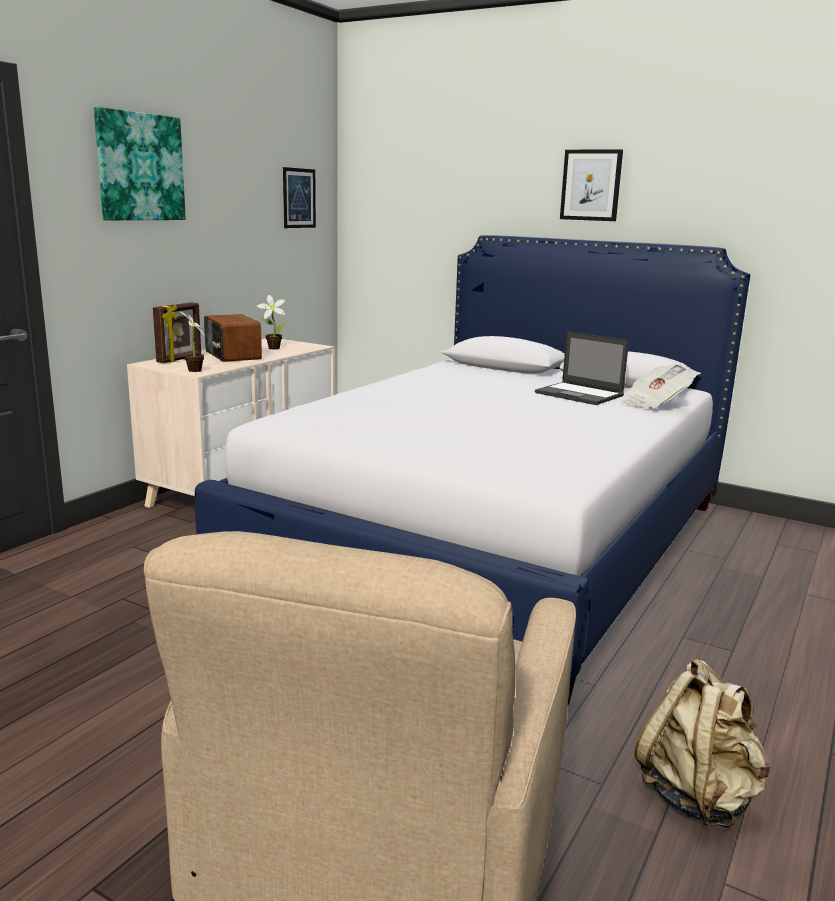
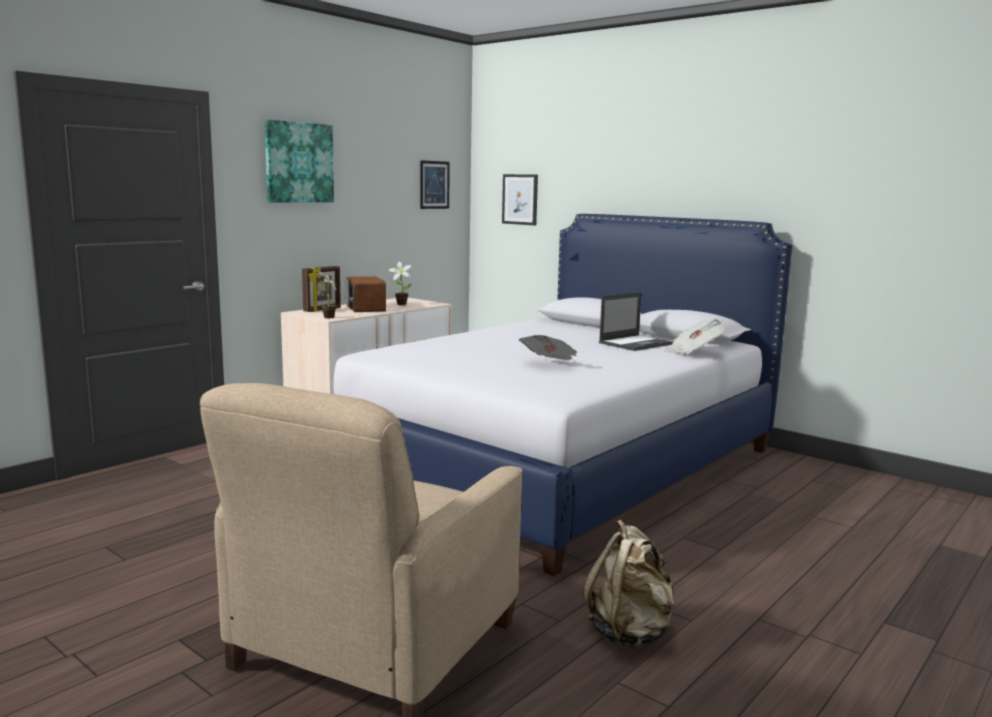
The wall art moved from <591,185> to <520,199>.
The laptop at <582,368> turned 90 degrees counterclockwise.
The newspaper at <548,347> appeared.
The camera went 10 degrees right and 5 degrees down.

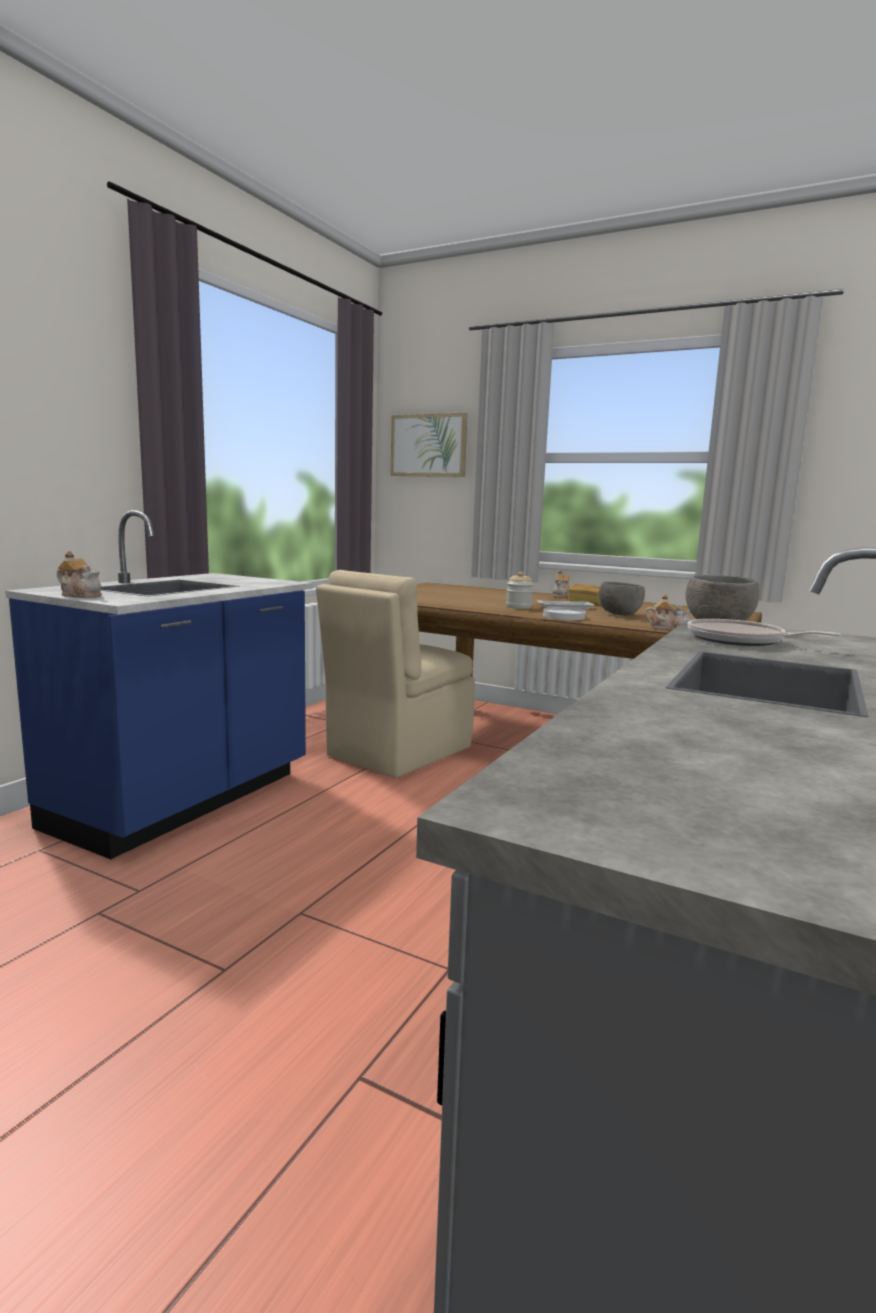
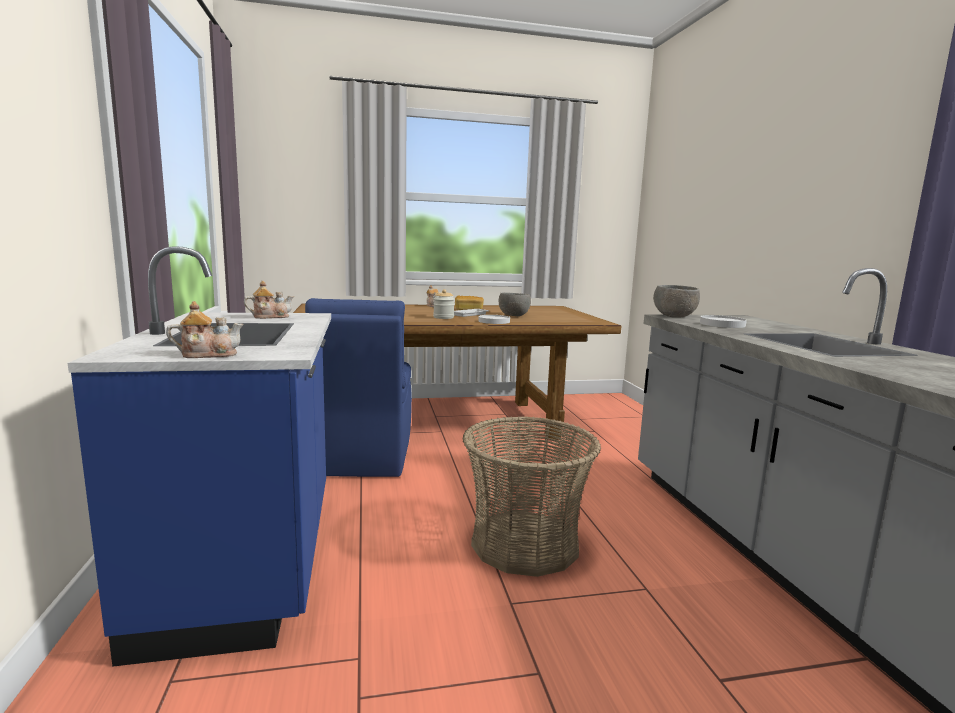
The wall art at <429,445> disappeared.
The beige plain chair at <395,674> became the bluish plain chair at <358,387>.
The pot for tea moved from <668,612> to <269,300>.
The pan at <764,632> was replaced by the whitish plate at <723,321>.
The basket at <532,496> appeared.
The camera went 40 degrees left and 0 degrees up.

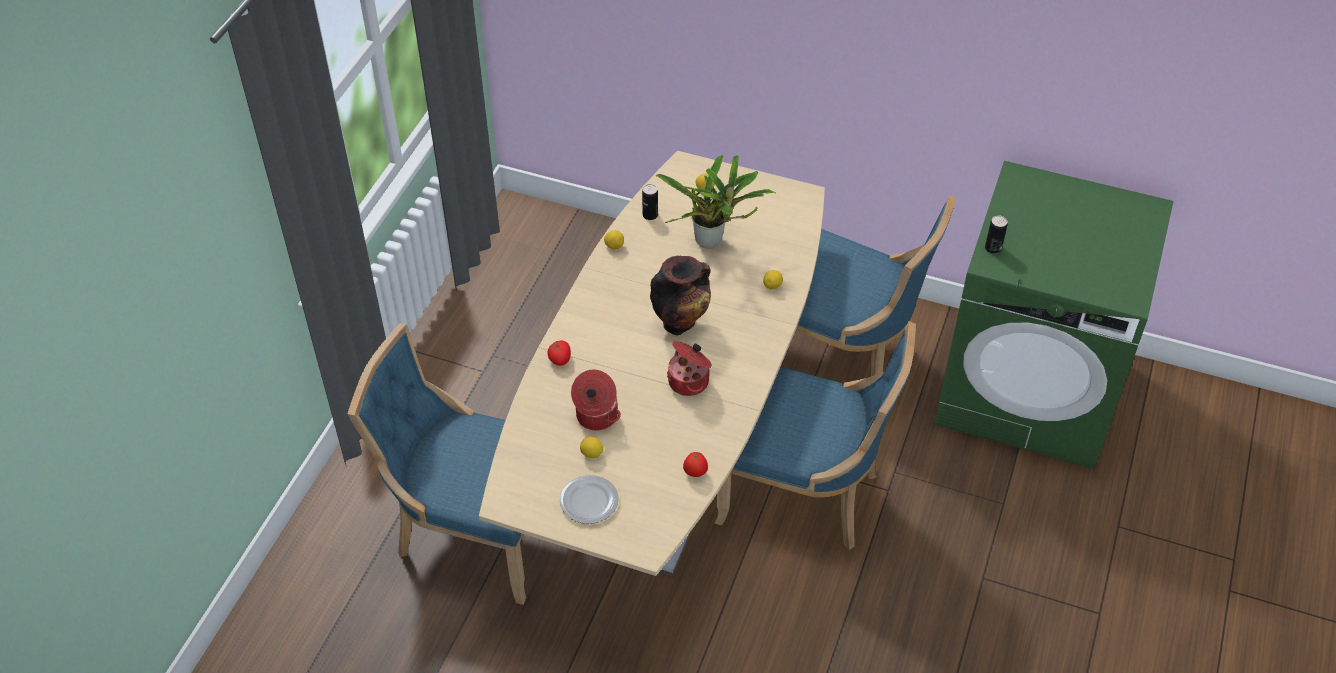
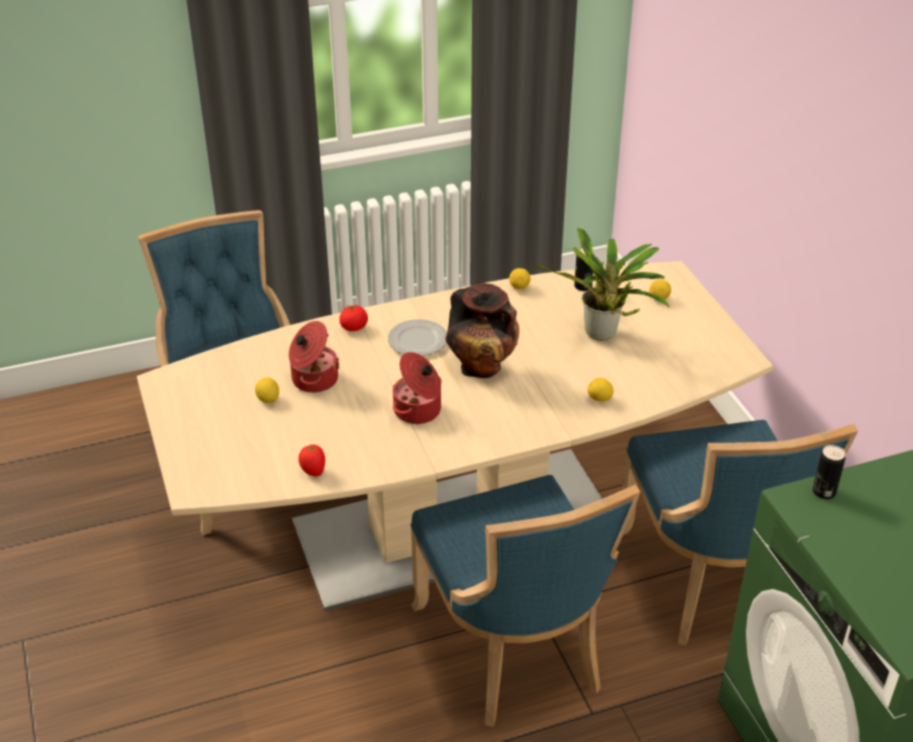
The plate moved from <589,499> to <417,337>.
The camera went 50 degrees right and 10 degrees down.

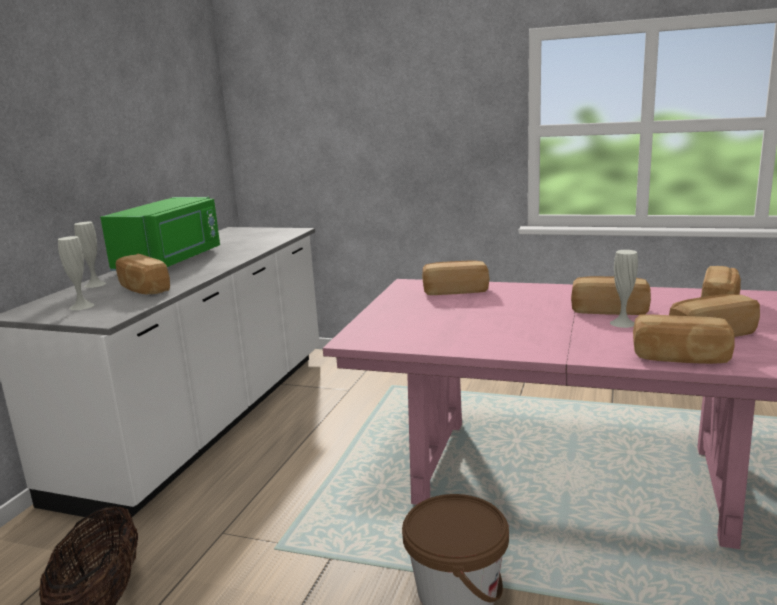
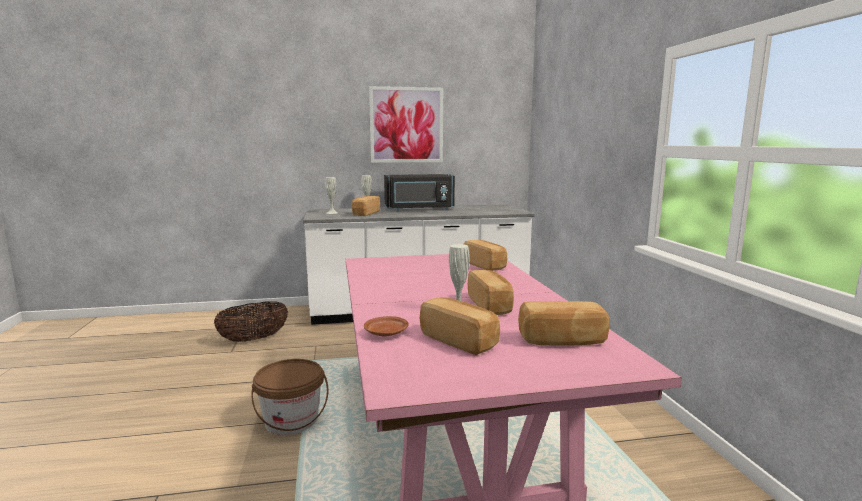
The green-coloured microwave at <160,234> became the black microwave at <419,192>.
The baked bread at <684,339> was replaced by the brown-coloured plate at <386,326>.
The wall art at <406,124> appeared.
The camera went 60 degrees right and 5 degrees down.

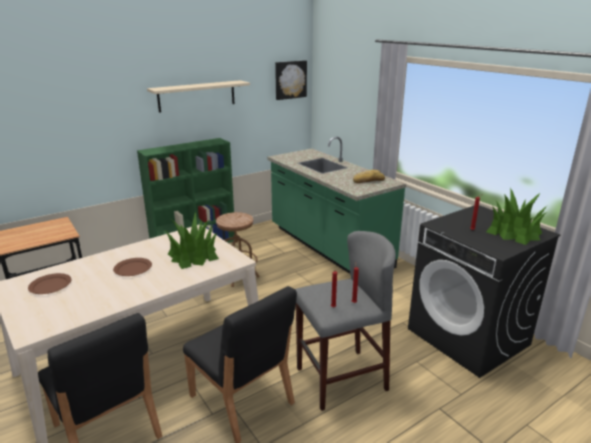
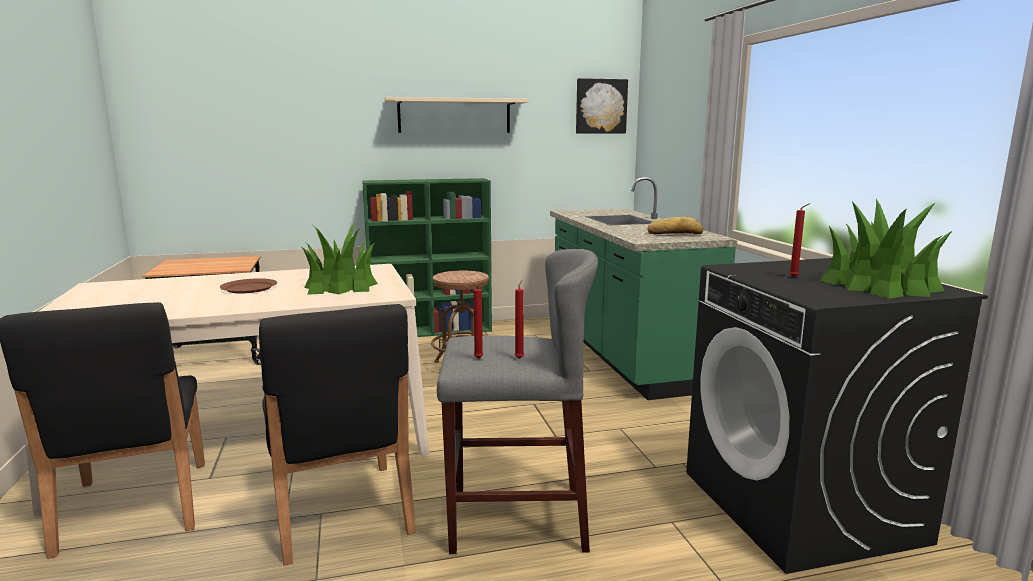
The brown-coloured plate at <49,283> disappeared.
The camera went 20 degrees right and 10 degrees down.

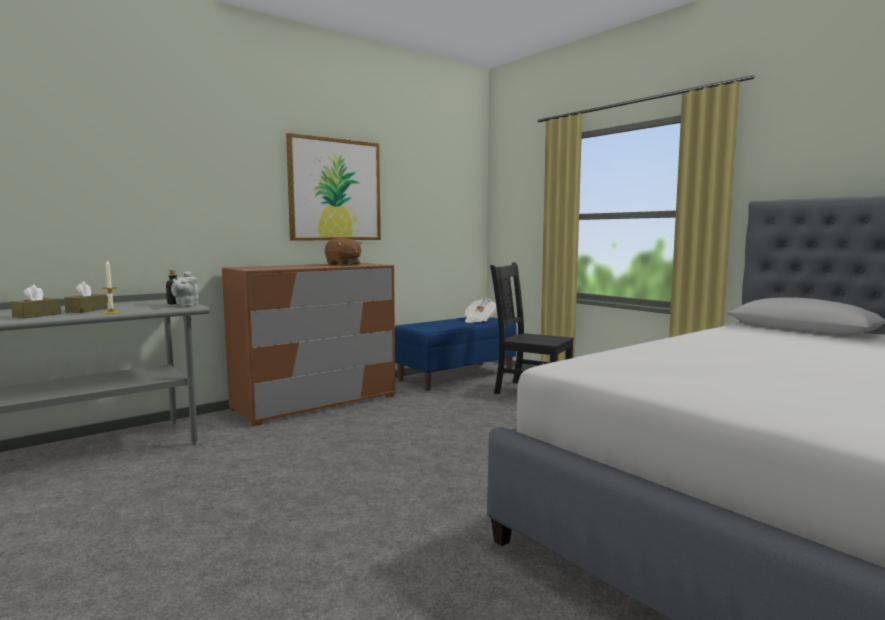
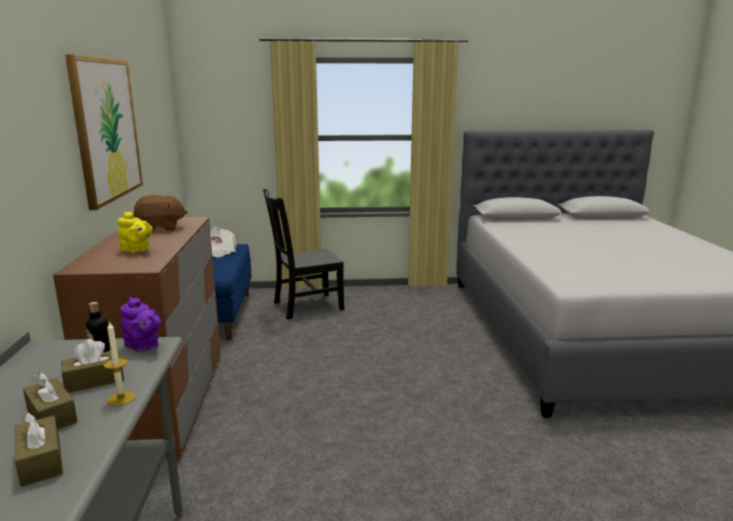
The grey pot for tea at <185,289> became the purple pot for tea at <140,324>.
The yellow pot for tea at <135,232> appeared.
The brown-coloured box of tissues at <93,366> appeared.
The camera went 55 degrees left and 10 degrees up.

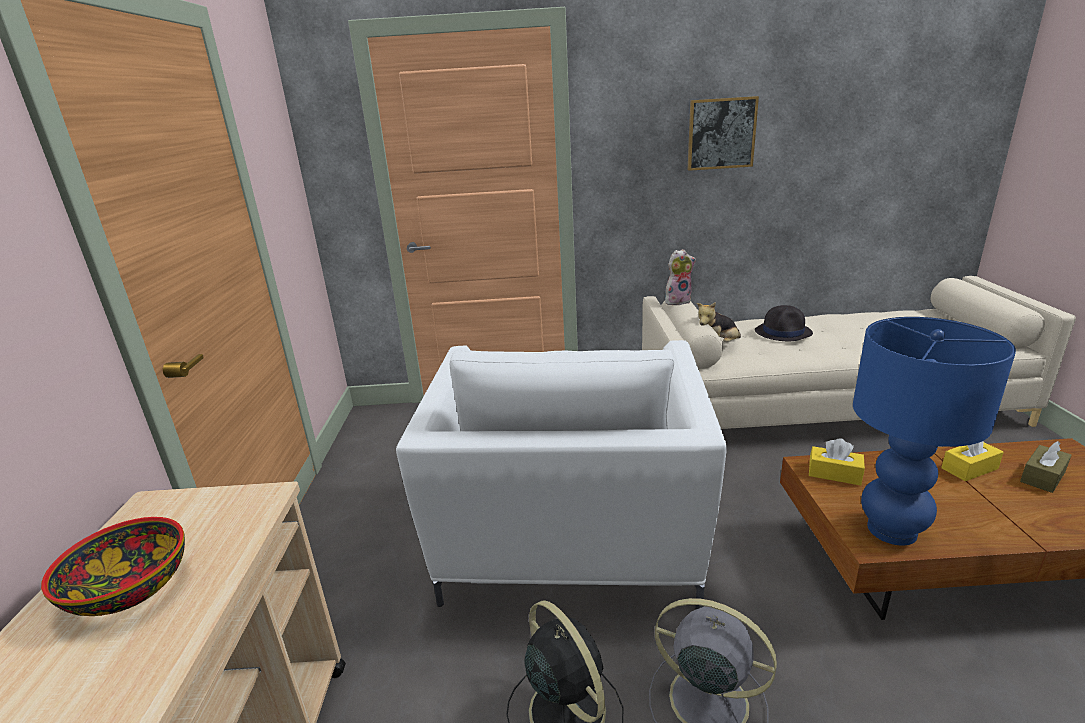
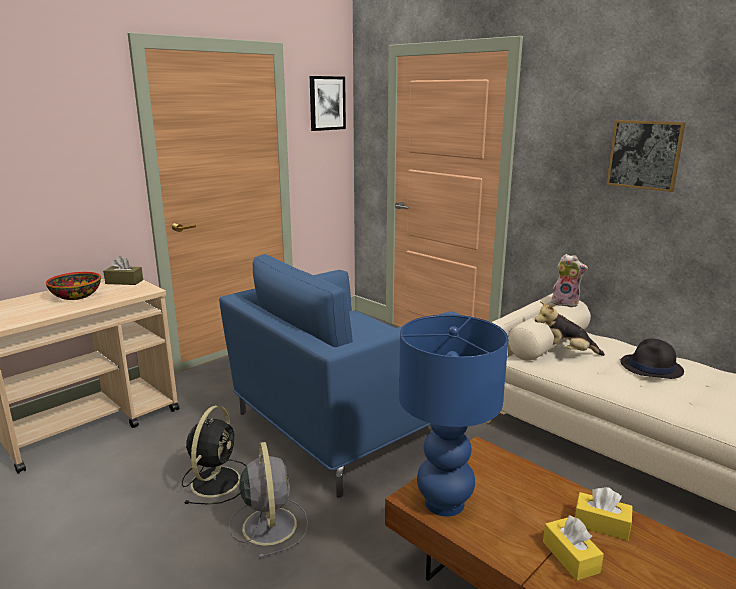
The whitish lounge chair at <561,474> became the bluish lounge chair at <339,375>.
The yellow box of tissues moved from <837,462> to <573,547>.
The brown-coloured box of tissues moved from <1046,467> to <123,270>.
The wall art at <328,103> appeared.
The camera went 45 degrees right and 5 degrees down.

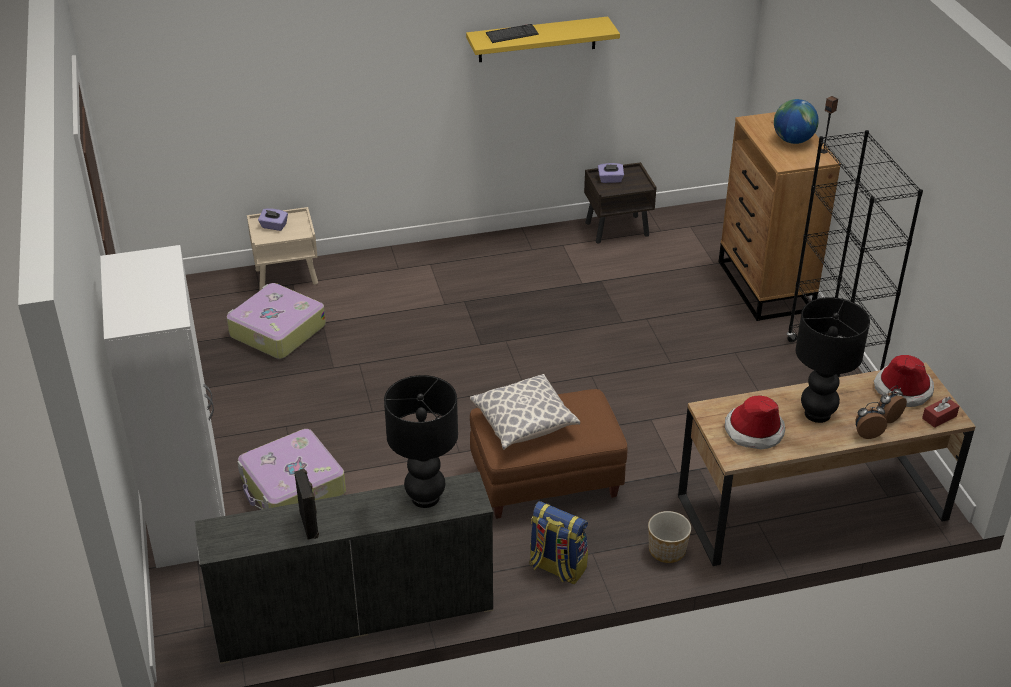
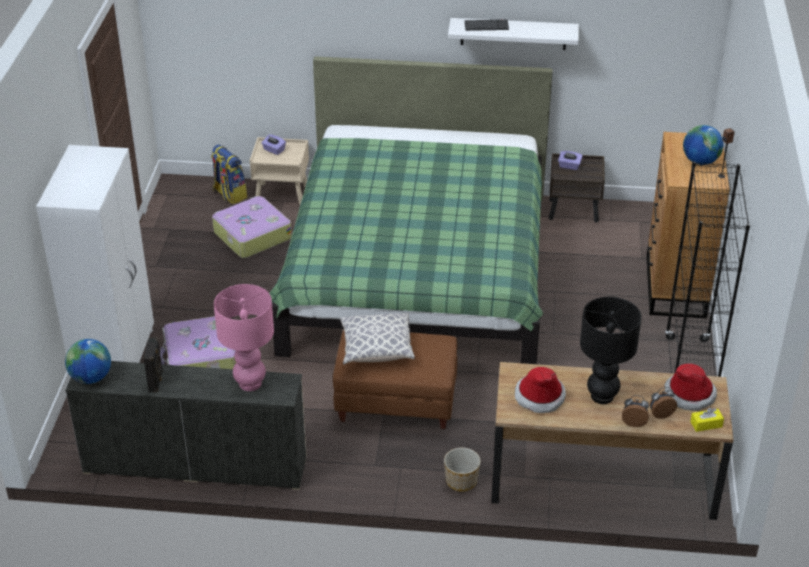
The yellow bracket shelf at <543,39> became the whitish bracket shelf at <513,34>.
The black tabletop lamp at <421,441> became the pinkish tabletop lamp at <244,337>.
The reddish box of tissues at <941,412> became the yellow box of tissues at <707,420>.
The rucksack moved from <558,542> to <229,174>.
The green-coloured sleeping bed at <411,210> appeared.
The desk globe at <88,361> appeared.
The camera went 20 degrees right and 0 degrees up.

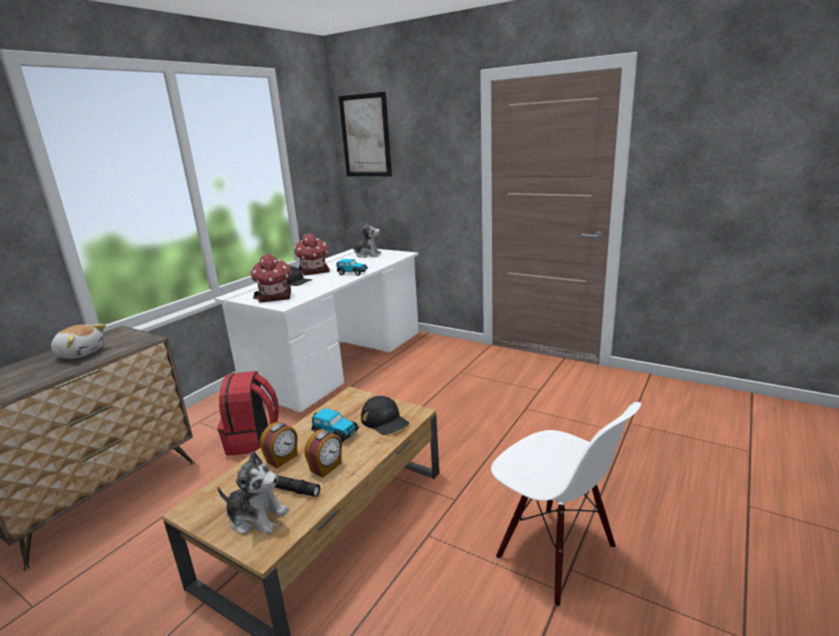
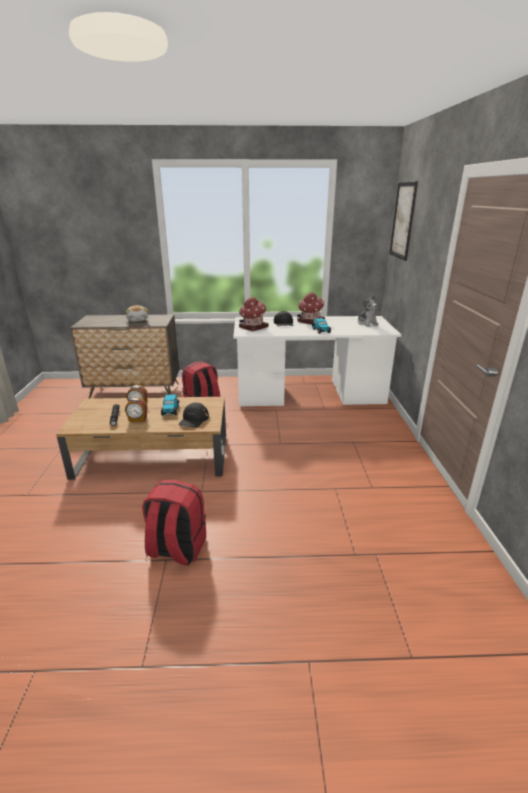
The whitish plain chair at <566,504> was replaced by the reddish rucksack at <174,523>.
The plush toy at <253,493> disappeared.
The camera went 55 degrees right and 5 degrees up.

